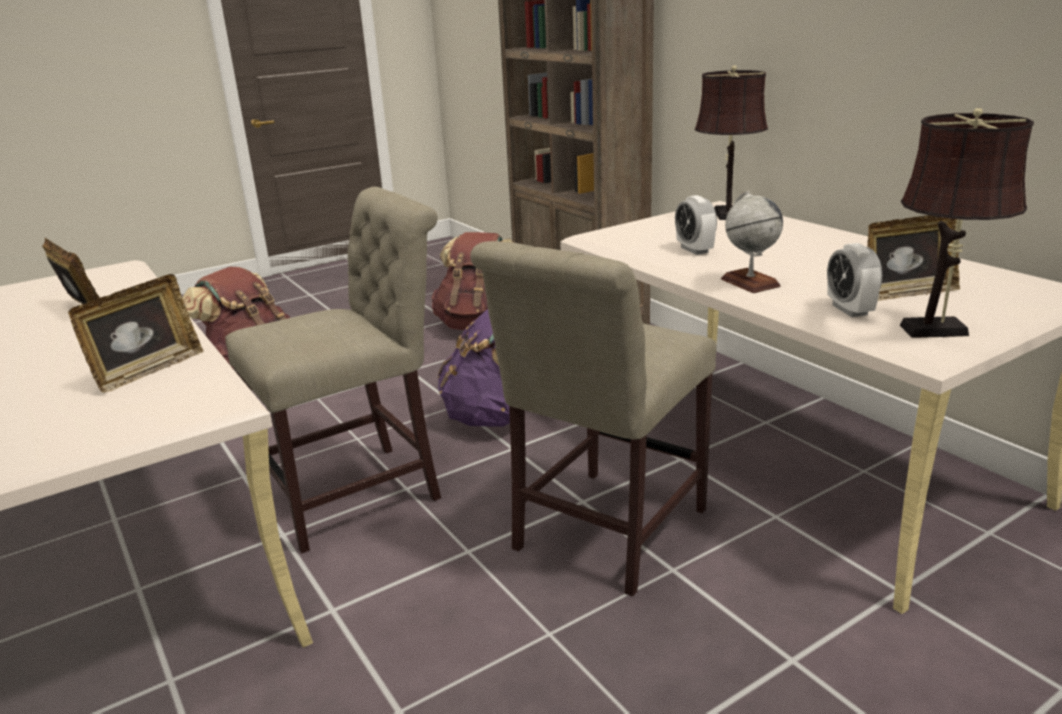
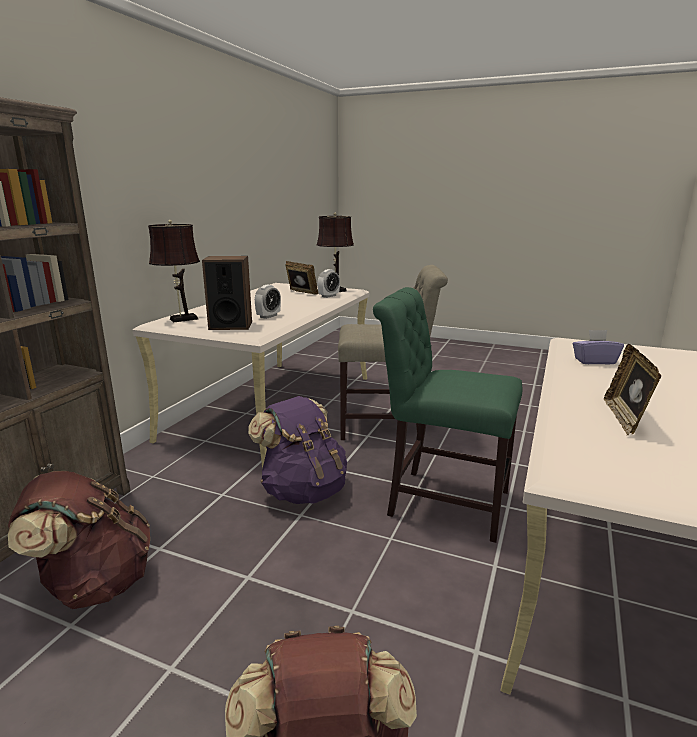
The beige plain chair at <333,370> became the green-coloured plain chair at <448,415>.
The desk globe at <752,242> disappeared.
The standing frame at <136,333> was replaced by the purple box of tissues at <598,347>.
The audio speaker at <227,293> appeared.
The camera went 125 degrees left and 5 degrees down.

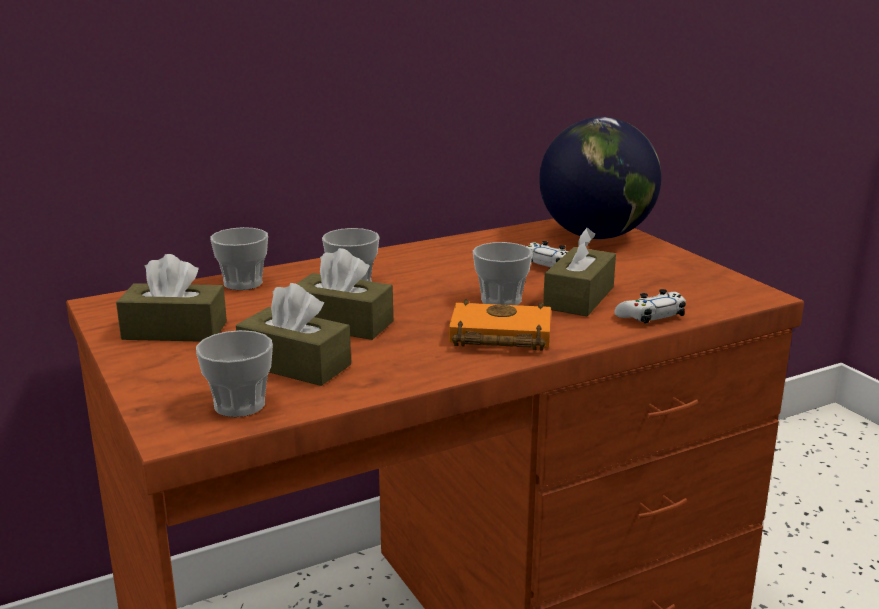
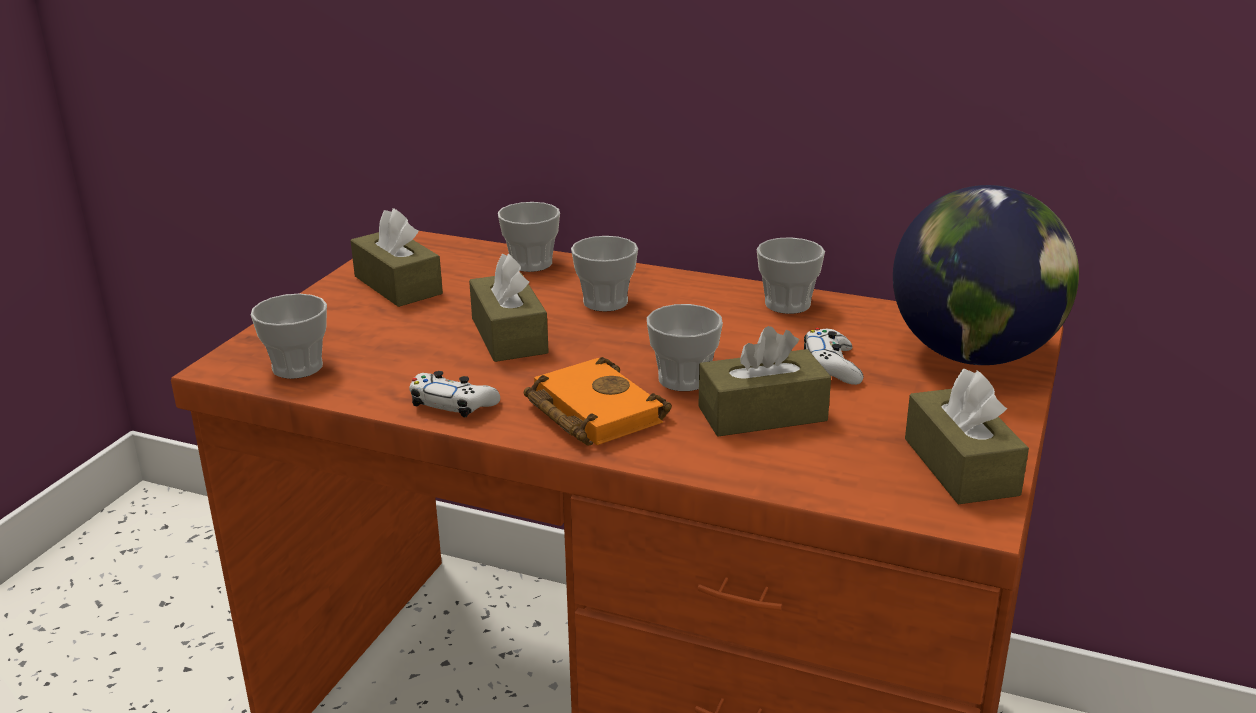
The brown-coloured box of tissues moved from <293,334> to <967,436>.
The whitish gamepad moved from <650,306> to <454,394>.
The drinking cup at <791,275> appeared.
The camera went 50 degrees right and 5 degrees up.

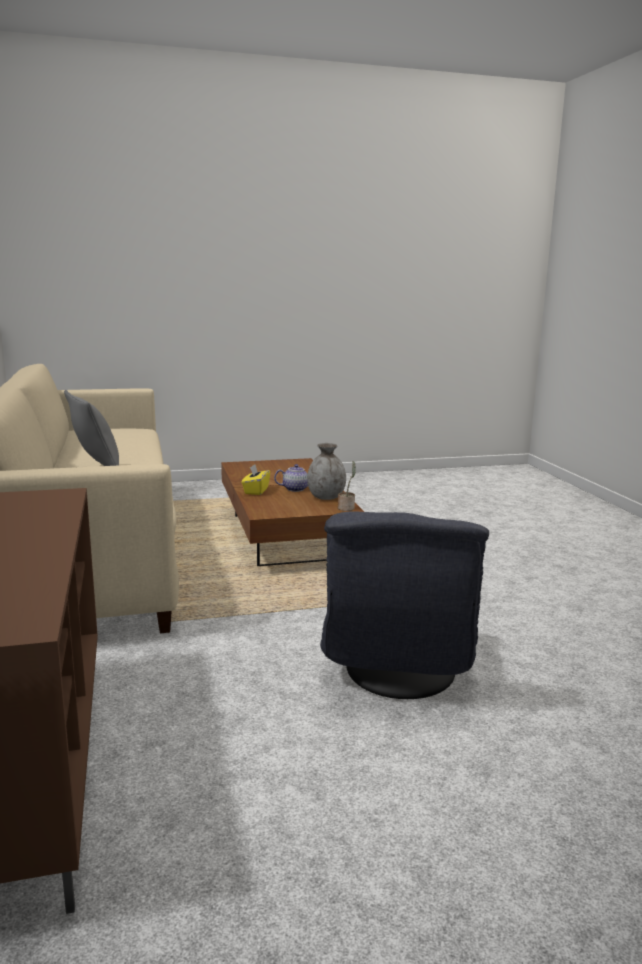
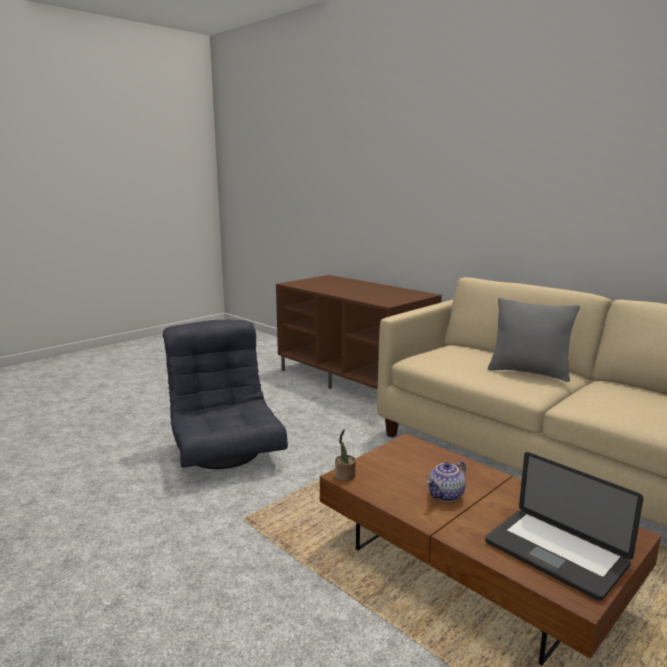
The grey vase at <326,471> disappeared.
The yellow box of tissues at <255,479> disappeared.
The laptop at <564,526> appeared.
The camera went 150 degrees right and 0 degrees up.

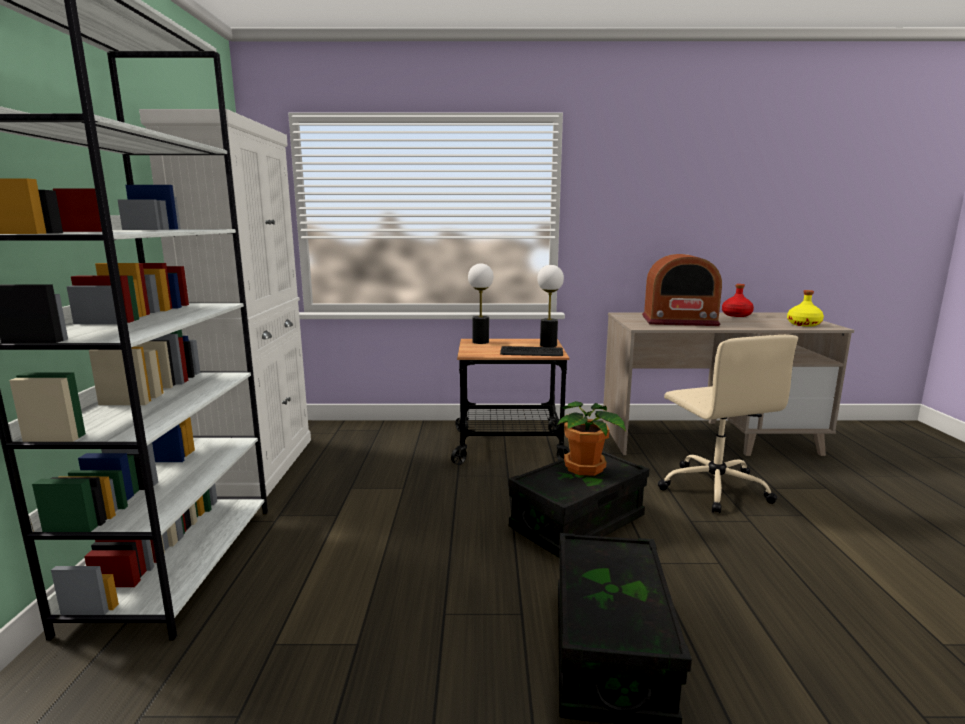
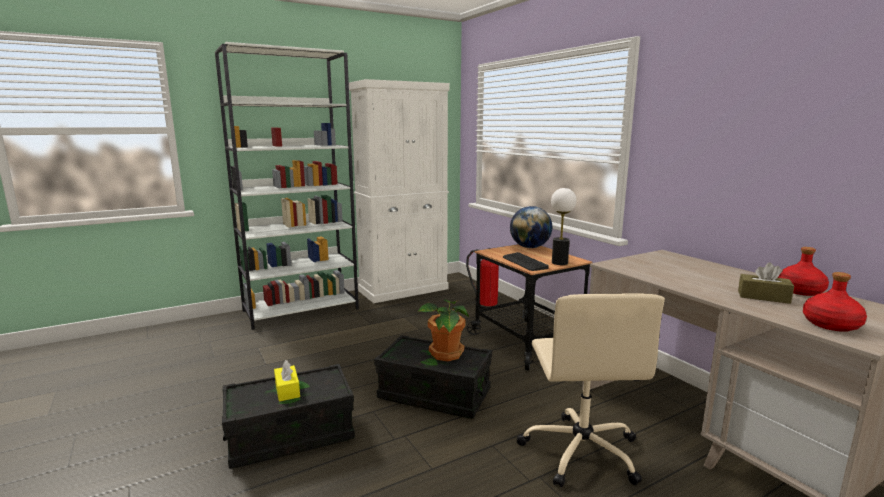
The radio receiver at <682,290> disappeared.
The tabletop lamp at <481,303> was replaced by the desk globe at <531,227>.
The yellow beverage bottle at <805,308> became the reddish beverage bottle at <835,302>.
The beige desk chair at <728,424> turned 45 degrees counterclockwise.
The fire-fighting cylinder at <482,277> appeared.
The brown-coloured box of tissues at <766,283> appeared.
The yellow box of tissues at <287,381> appeared.
The camera went 60 degrees right and 0 degrees up.

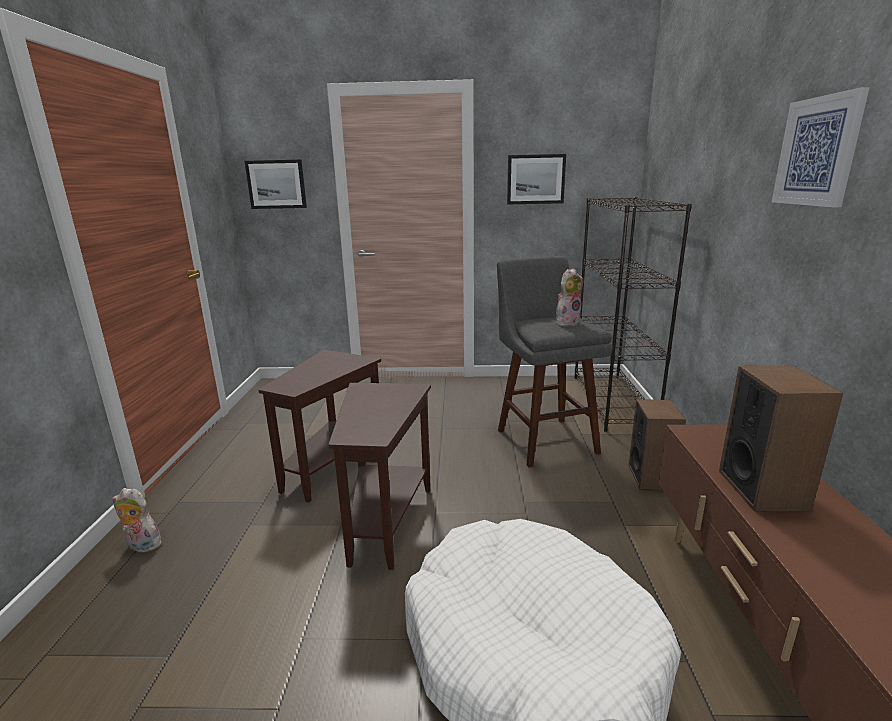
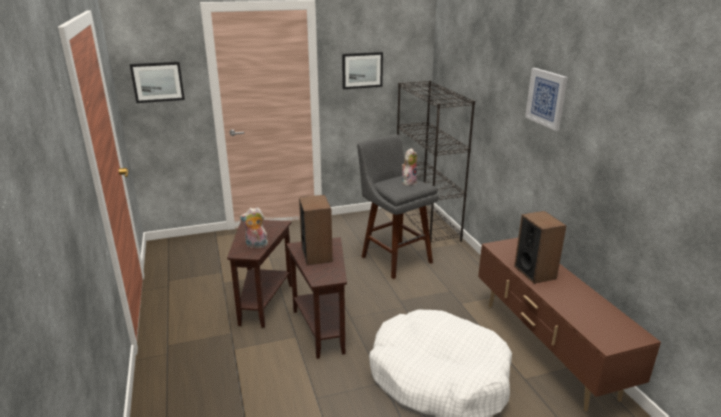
The audio speaker moved from <657,444> to <316,230>.
The plush toy moved from <137,520> to <253,227>.
The camera went 20 degrees left and 5 degrees up.

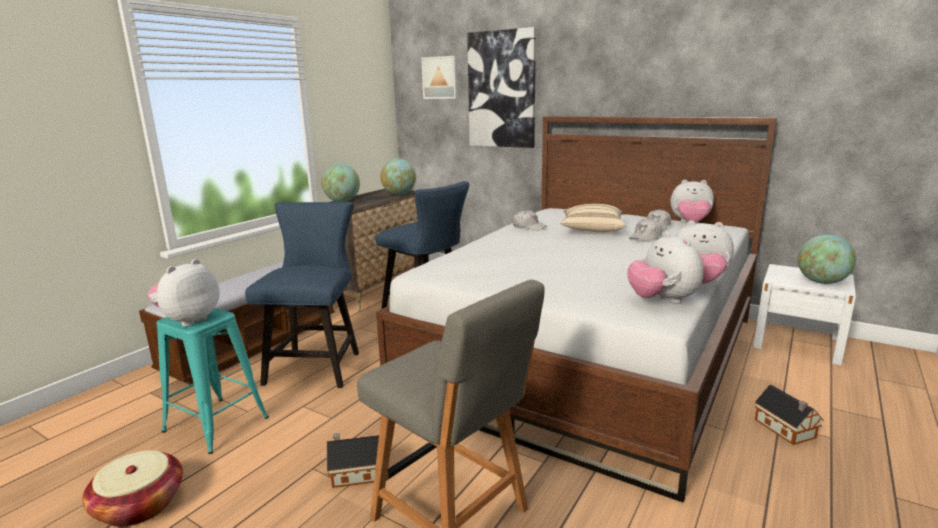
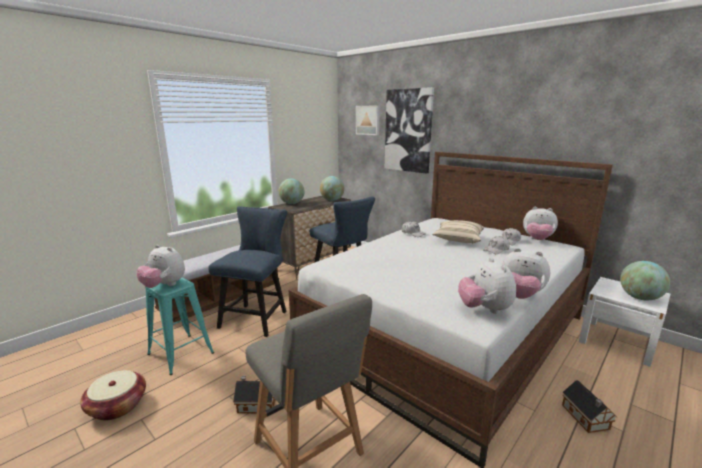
The plush toy at <184,293> turned 105 degrees counterclockwise.
The camera went 10 degrees right and 0 degrees up.

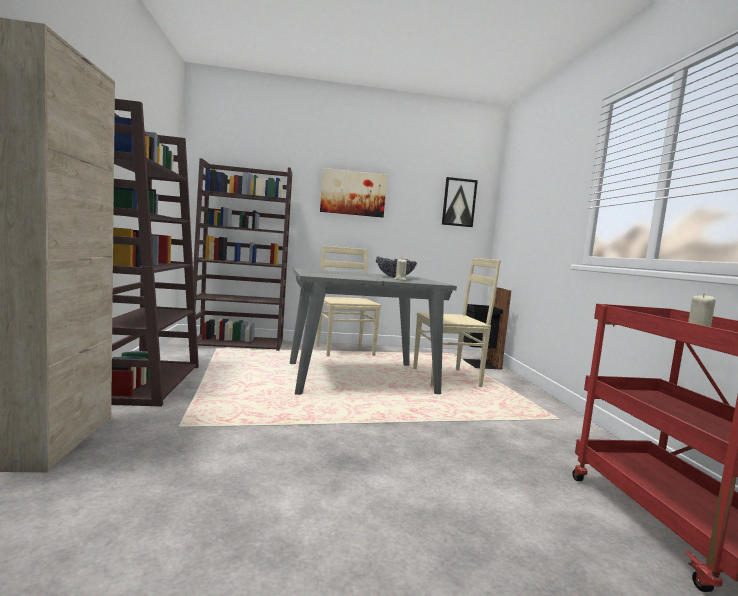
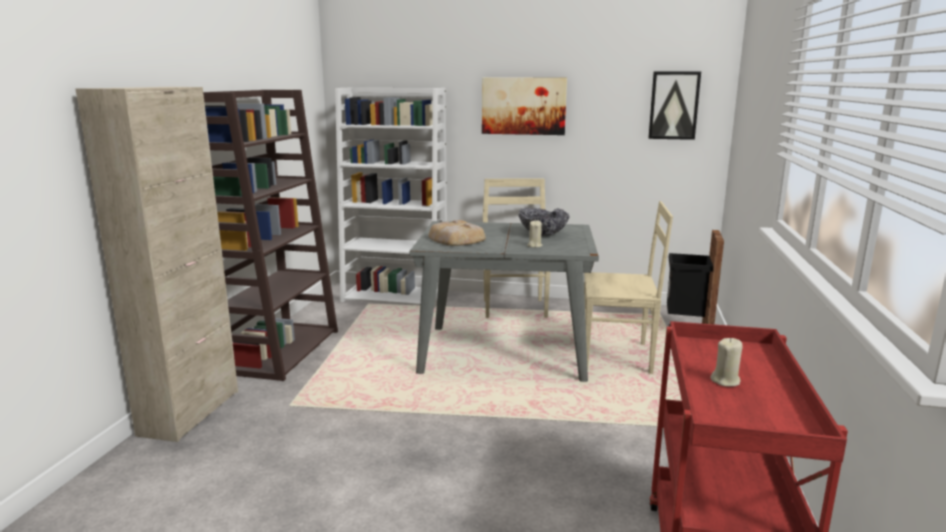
The brown-coloured bookcase at <242,254> became the whitish bookcase at <391,198>.
The baked bread at <457,233> appeared.
The camera went 20 degrees right and 10 degrees up.

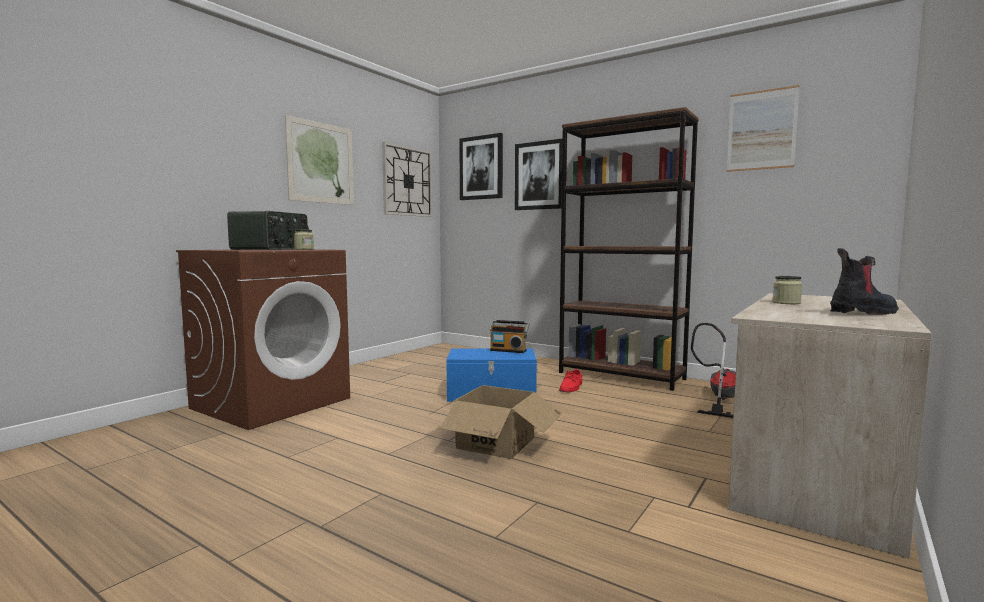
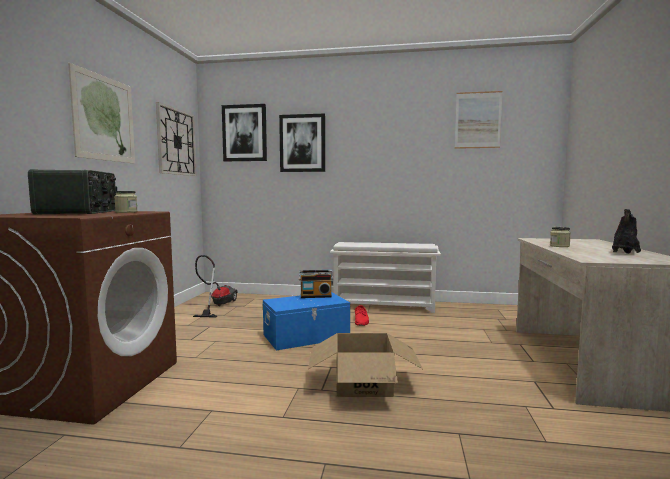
The brown-coloured bookcase at <629,249> was replaced by the whitish shoe shelf at <385,277>.
The vacuum moved from <713,370> to <215,286>.
The camera went 25 degrees left and 0 degrees up.

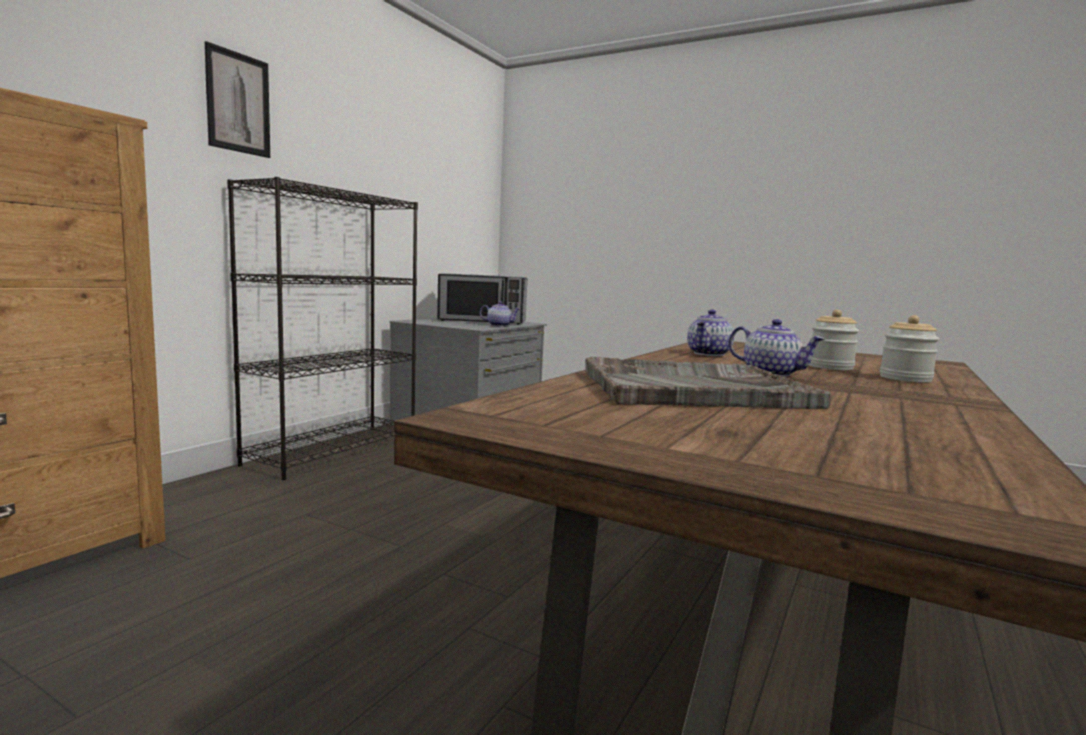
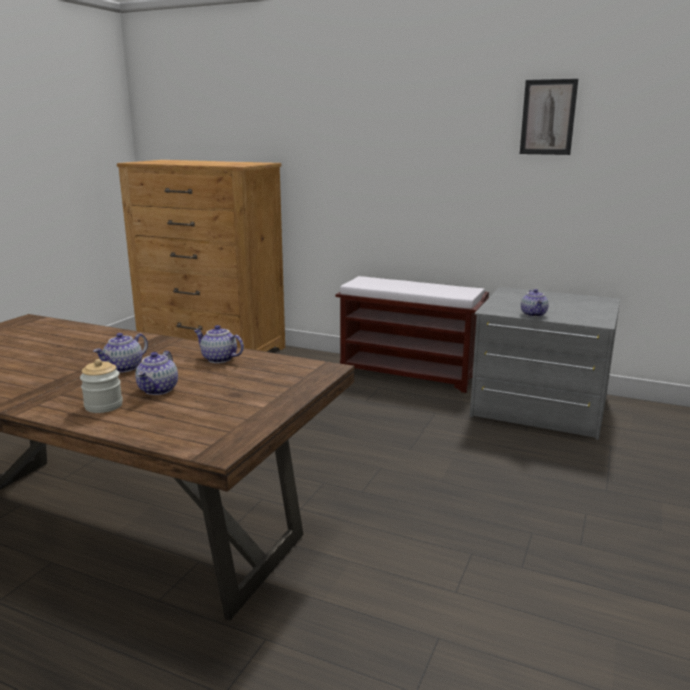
The wall art moved from <237,99> to <549,117>.
The black bookcase at <322,328> was replaced by the brown-coloured bench at <412,334>.
The microwave at <482,298> disappeared.
The preserve jar at <834,339> was replaced by the pot for tea at <156,373>.
The grey tray at <708,383> disappeared.
The camera went 85 degrees right and 10 degrees up.

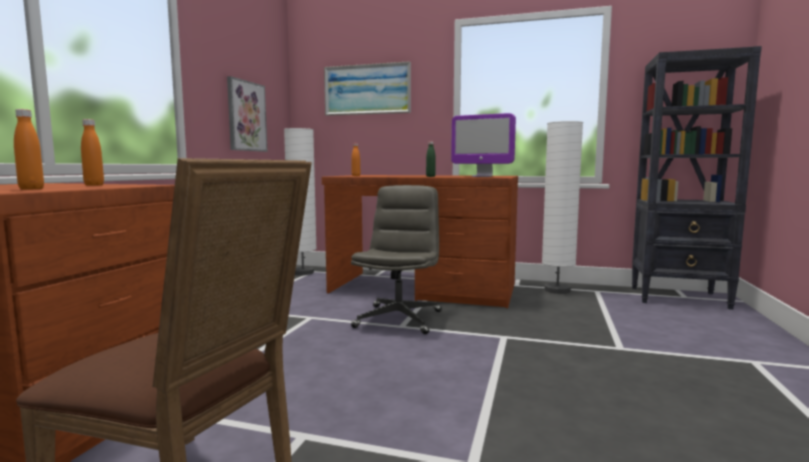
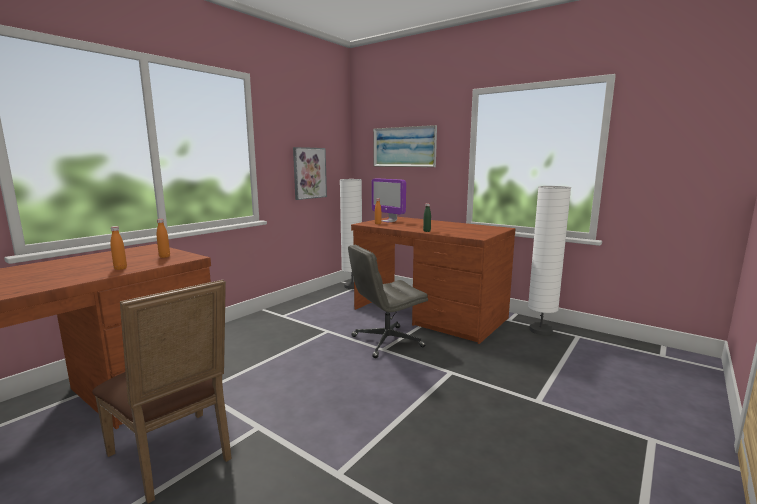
The black bookcase at <697,178> disappeared.
The computer display moved from <483,145> to <388,201>.
The grey desk chair at <396,259> turned 150 degrees counterclockwise.
The camera went 20 degrees right and 5 degrees up.

